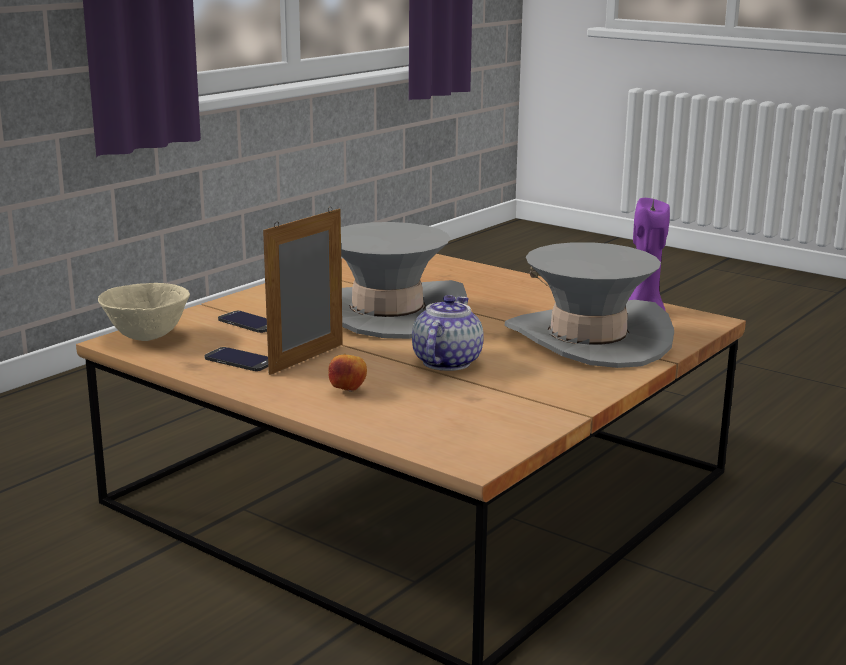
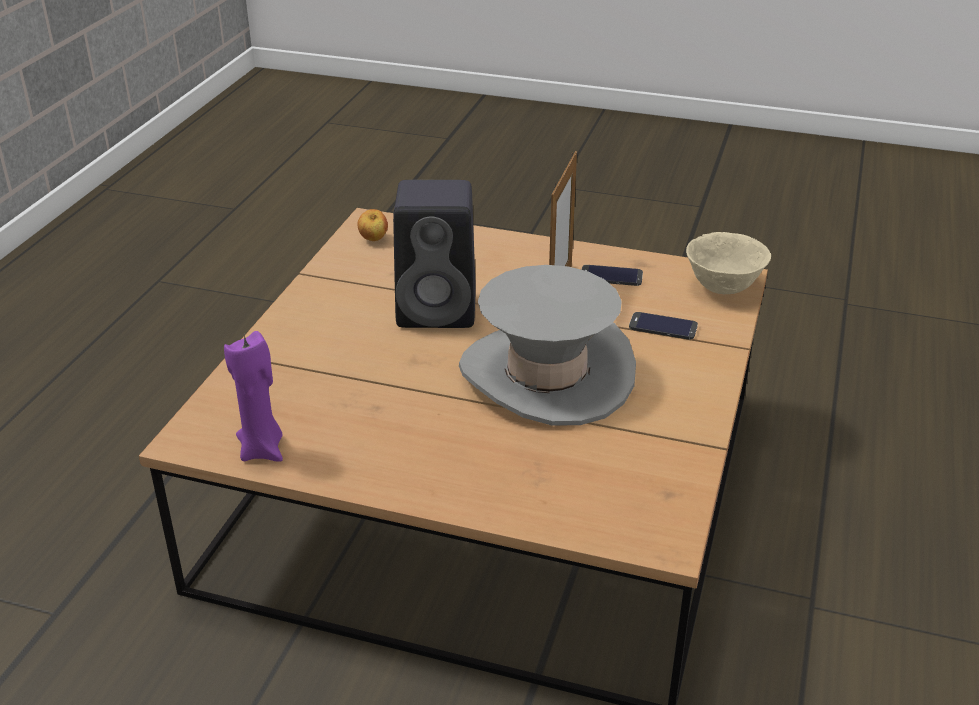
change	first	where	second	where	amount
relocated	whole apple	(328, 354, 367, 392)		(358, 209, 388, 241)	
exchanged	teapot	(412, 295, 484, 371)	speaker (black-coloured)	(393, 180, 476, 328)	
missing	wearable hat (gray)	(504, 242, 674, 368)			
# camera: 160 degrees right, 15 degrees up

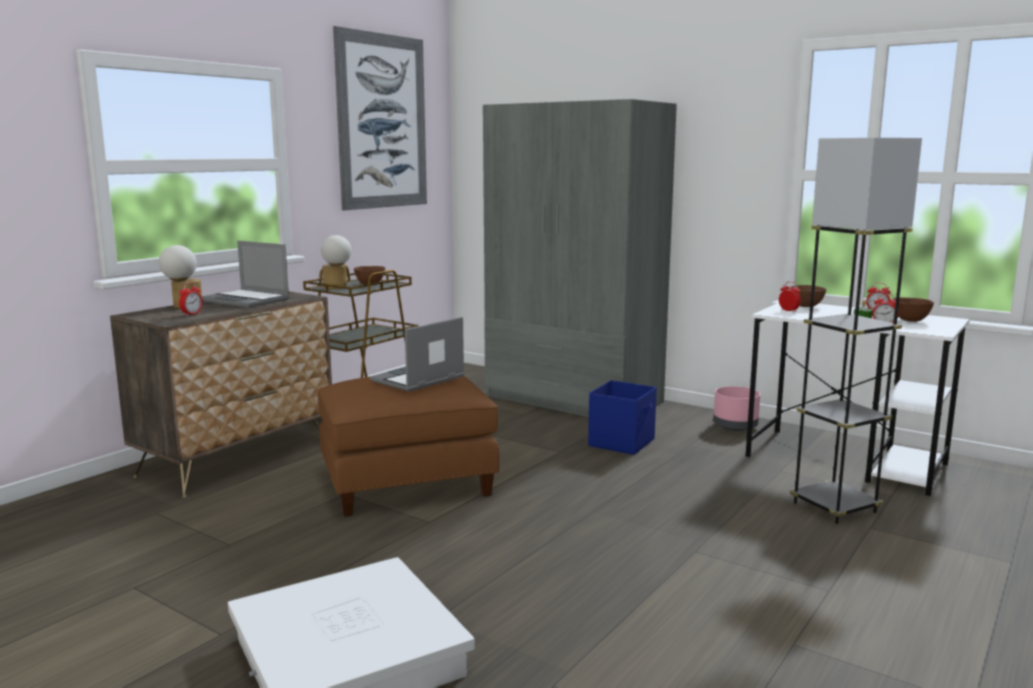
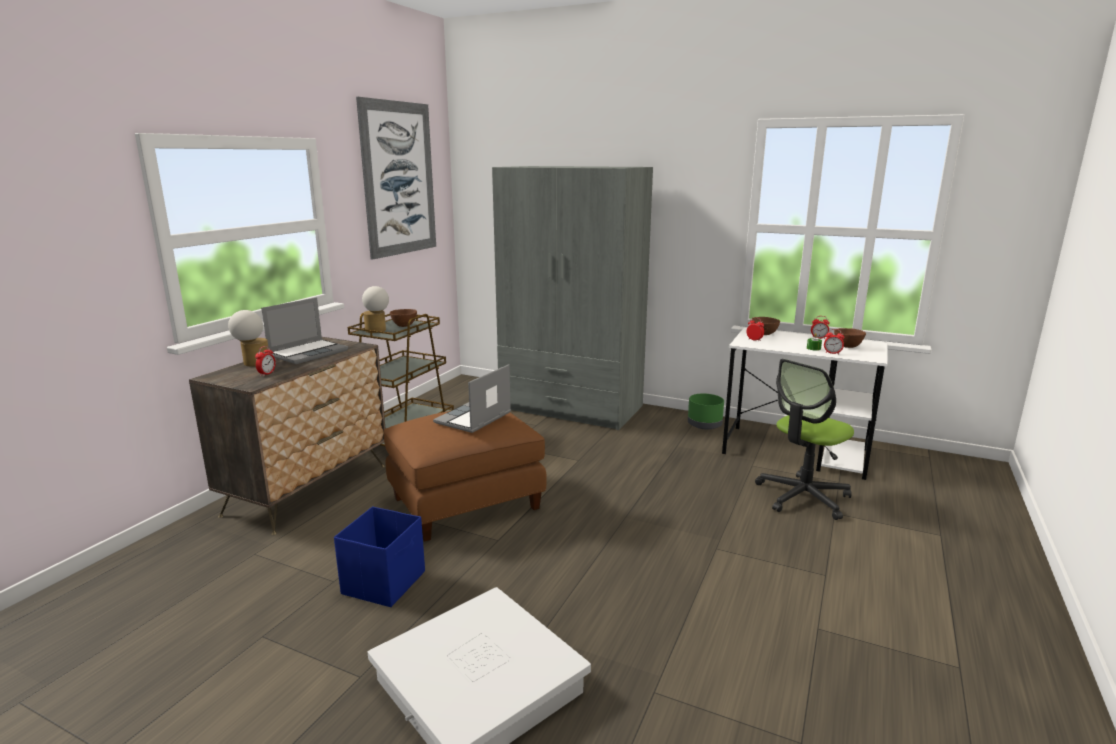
change	first	where	second	where	amount
spun	laptop	(202, 241, 290, 308)		(261, 297, 348, 364)	75 degrees counterclockwise
relocated	storage container (blue-coloured)	(588, 380, 657, 455)		(334, 507, 425, 607)	
colour	planter (pink-coloured)	(713, 386, 760, 431)	planter (green)	(688, 393, 724, 430)	
exchanged	floor lamp (gray)	(790, 138, 922, 524)	computer chair	(755, 359, 854, 520)	
# camera: 10 degrees left, 5 degrees up

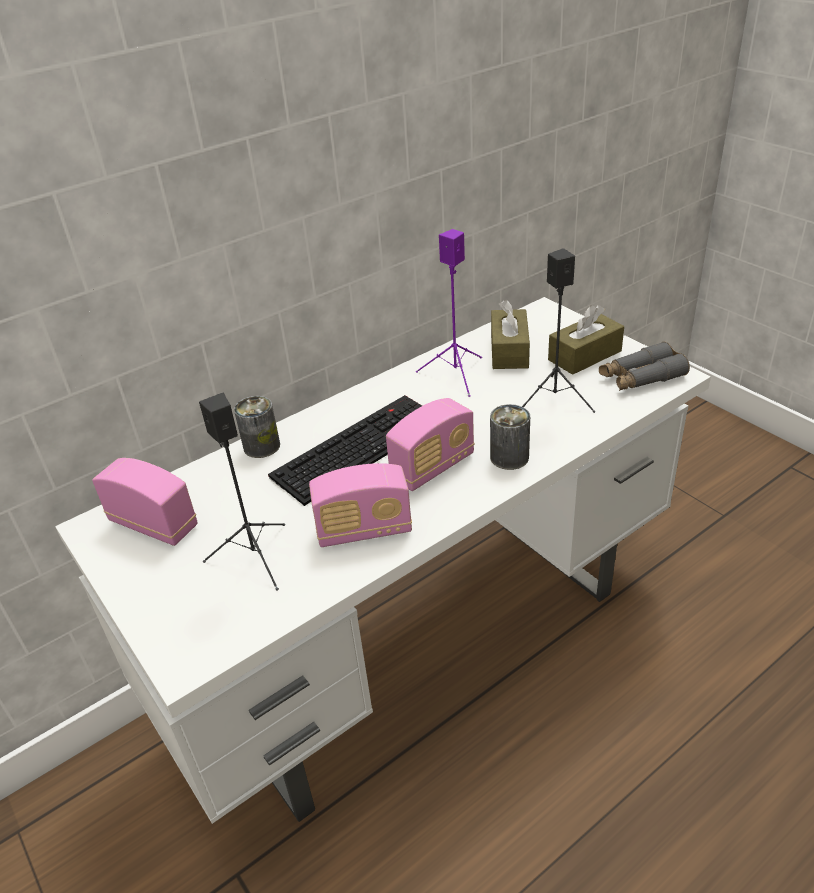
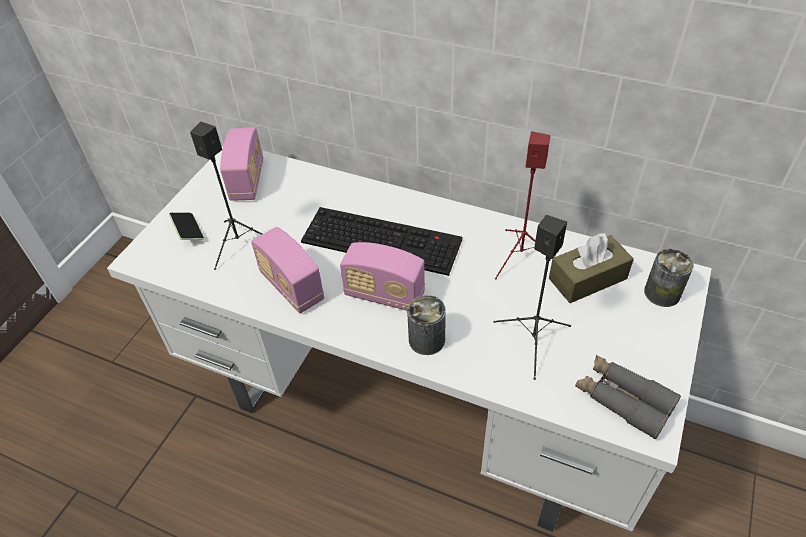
change	first	where	second	where	amount
appeared			phone	(169, 212, 204, 240)	
colour	speaker (purple-coloured)	(416, 229, 482, 397)	speaker (reddish)	(495, 131, 555, 280)	
relocated	can	(234, 396, 280, 458)		(644, 249, 694, 307)	
missing	tissue holder (brown)	(548, 305, 624, 375)			
# camera: 60 degrees right, 10 degrees up

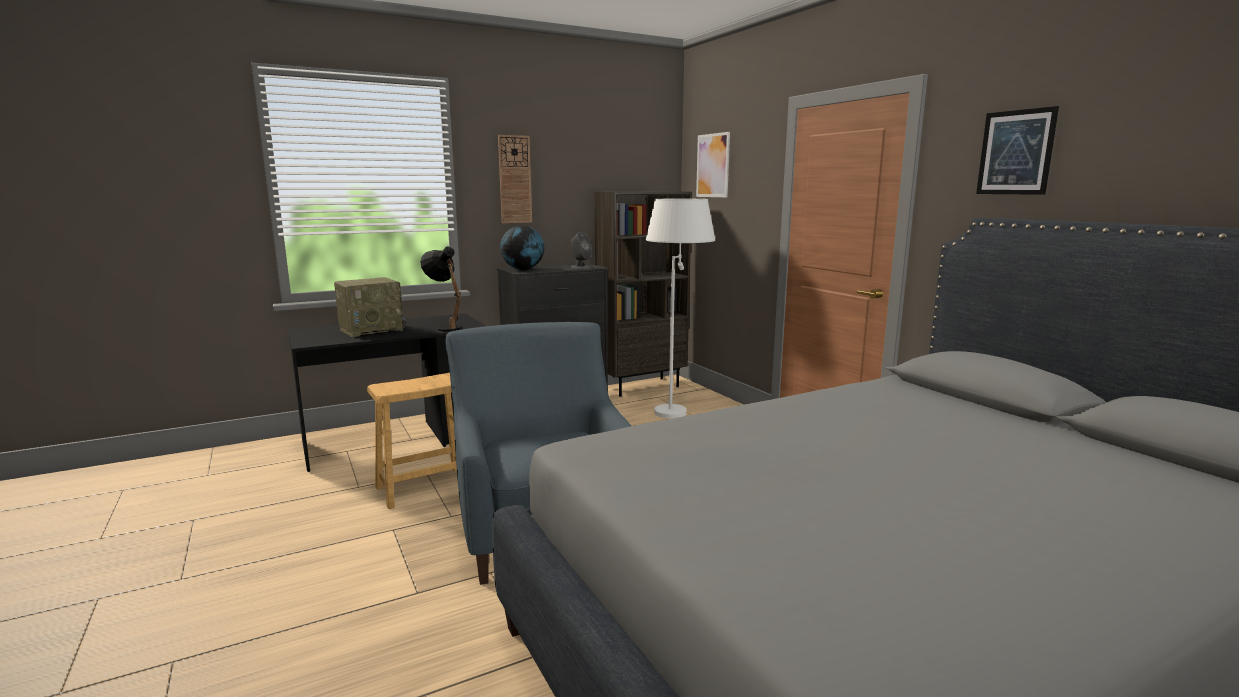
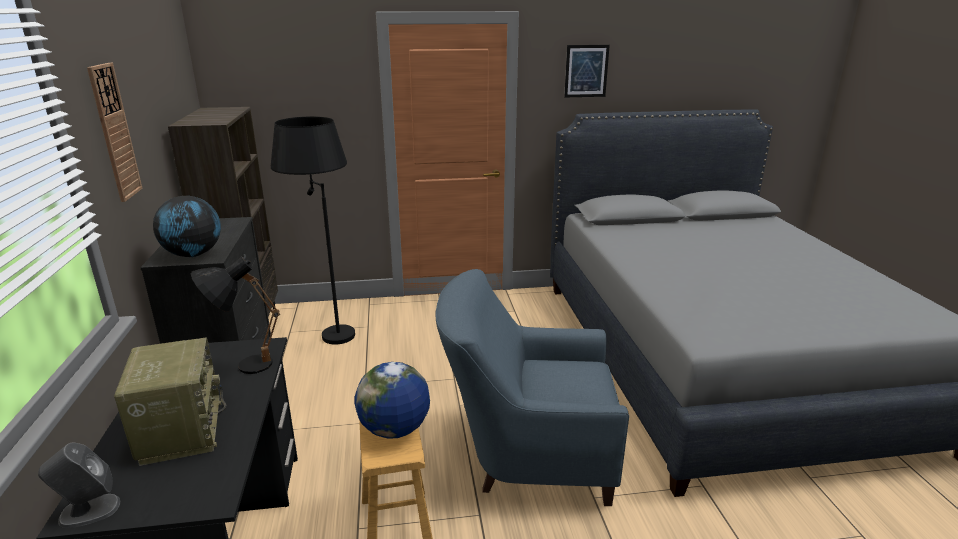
change	first	where	second	where	amount
relocated	speaker (gray)	(571, 232, 592, 269)		(38, 443, 120, 528)	
colour	floor lamp (white)	(646, 199, 715, 419)	floor lamp (black-coloured)	(271, 117, 355, 345)	
appeared			globe	(354, 362, 430, 439)	
missing	wall picture	(696, 132, 730, 197)			
# camera: 70 degrees left, 10 degrees up

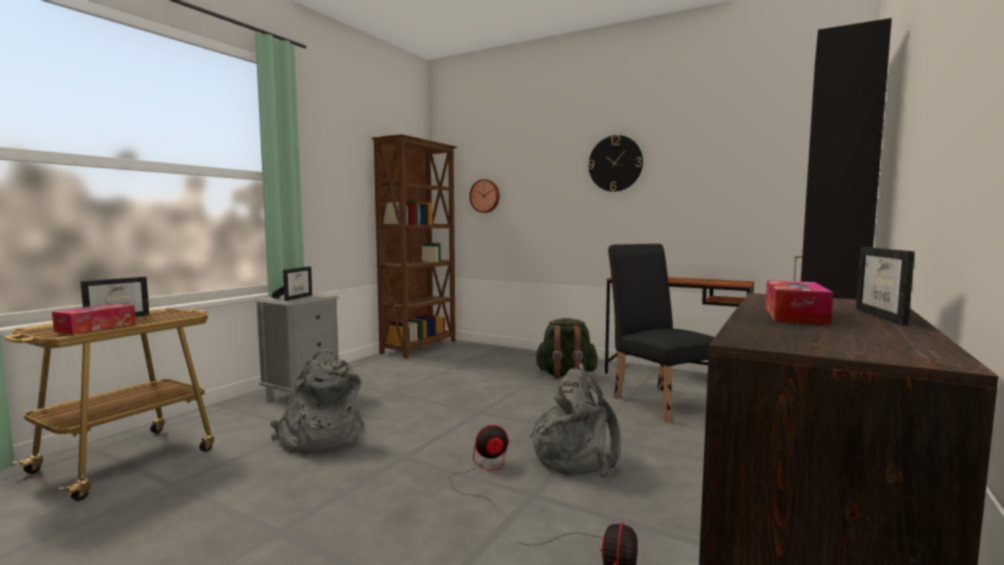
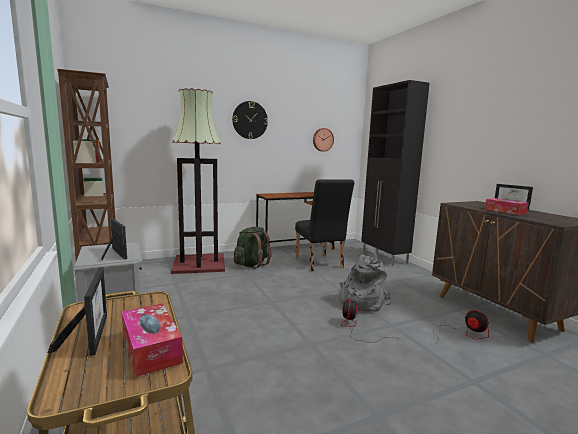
change	first	where	second	where	amount
appeared			floor lamp	(171, 88, 225, 274)	
spun	plain chair (black-coloured)	(608, 244, 715, 423)		(295, 180, 354, 271)	120 degrees counterclockwise
relocated	hanging clock	(469, 179, 500, 213)		(313, 128, 334, 152)	
missing	rucksack (gray)	(270, 349, 365, 454)			
# camera: 55 degrees left, 5 degrees up

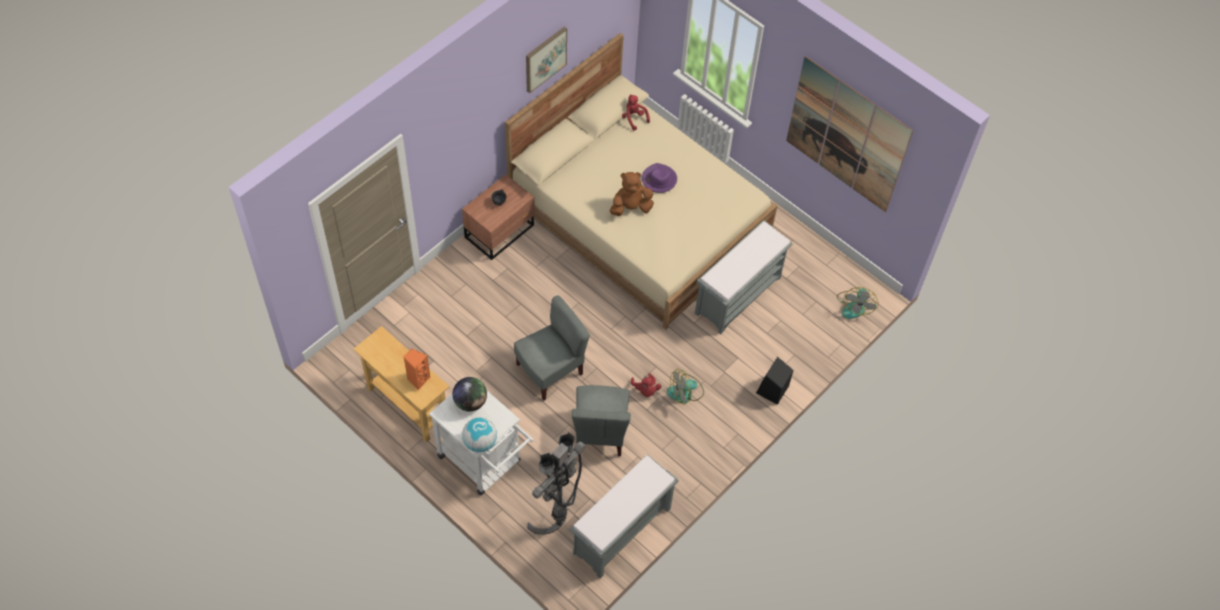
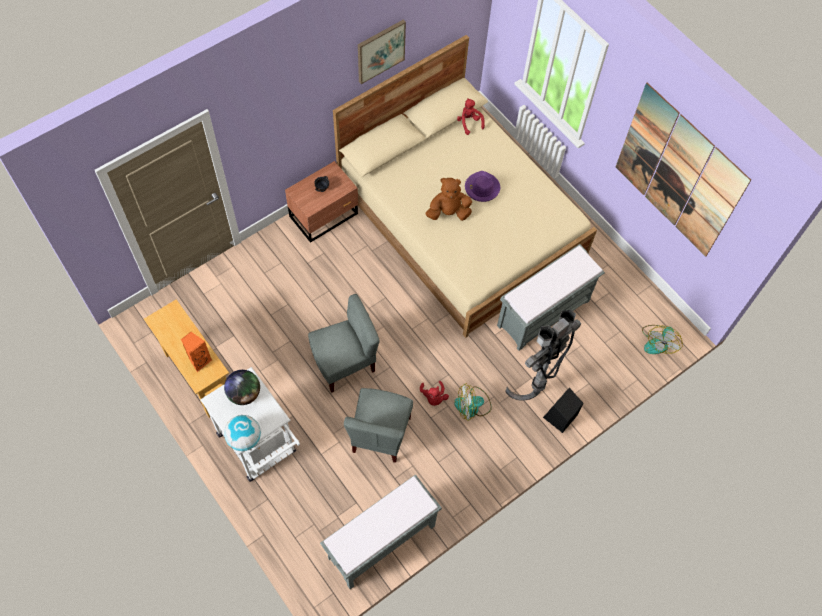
change	first	where	second	where	amount
relocated	floor lamp (gray)	(527, 432, 585, 535)		(505, 308, 581, 401)	
# camera: 10 degrees right, 5 degrees up

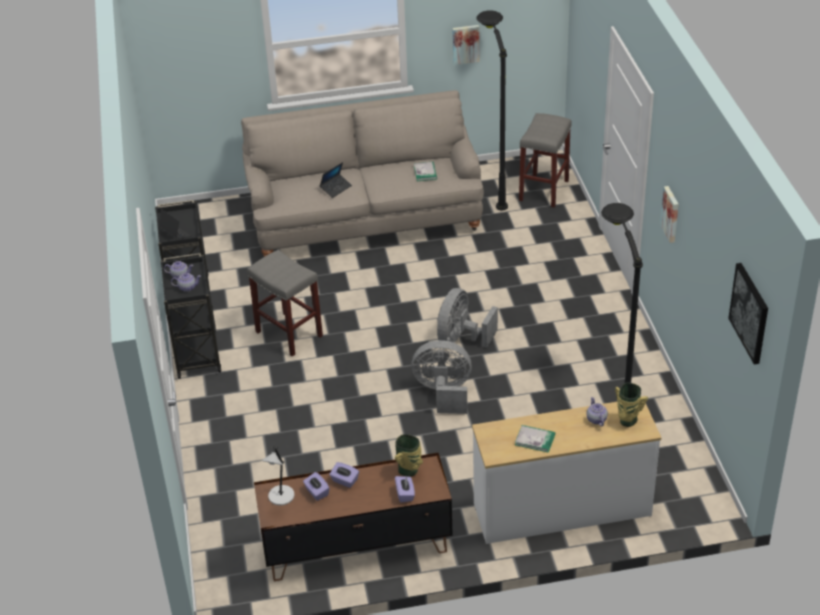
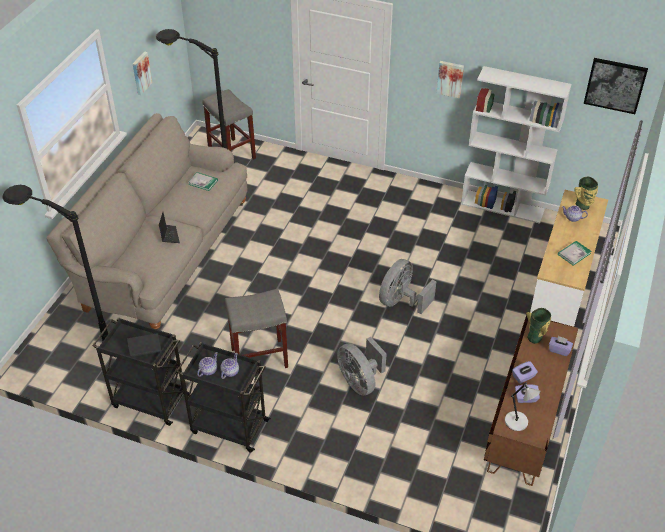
change	first	where	second	where	amount
relocated	floor lamp (black-coloured)	(601, 203, 643, 383)		(3, 185, 109, 341)	
relocated	cooling fan (gray)	(437, 288, 498, 348)		(337, 337, 387, 396)	
appeared			shelving unit (white)	(461, 66, 572, 224)	
# camera: 60 degrees left, 5 degrees up

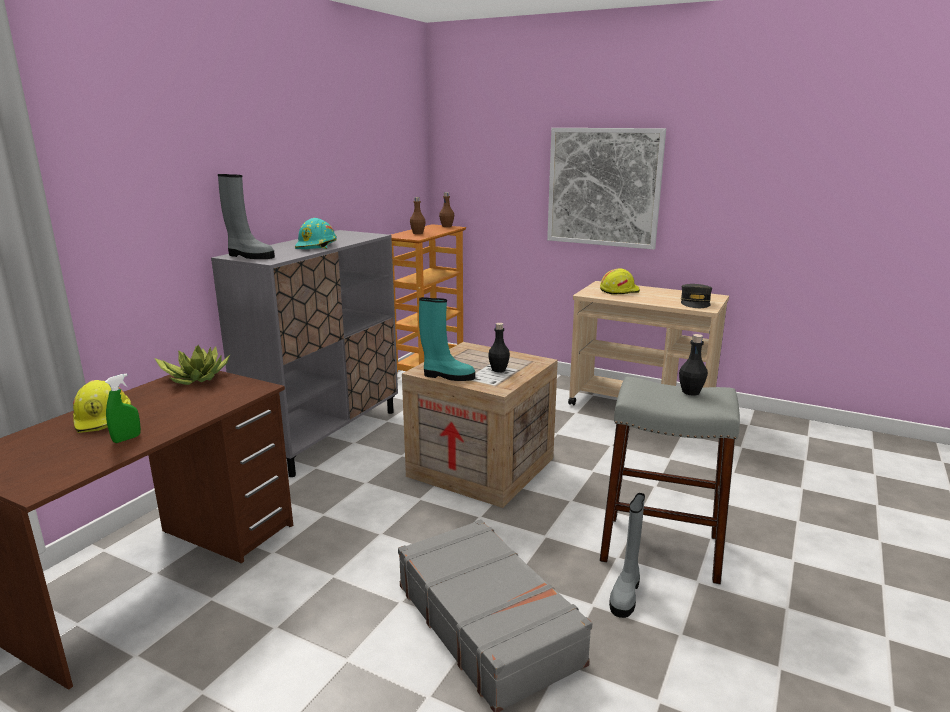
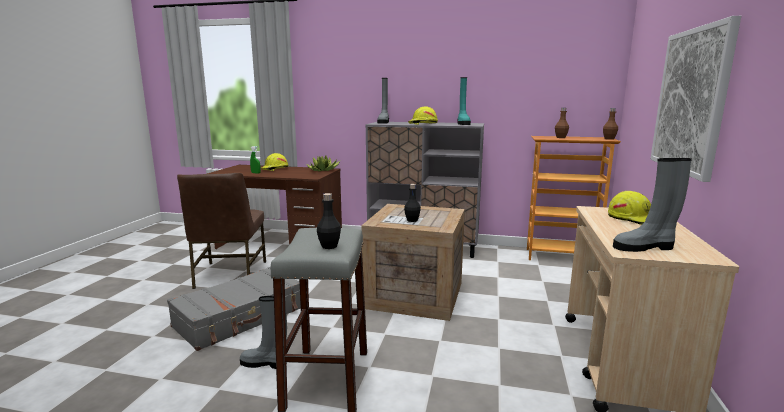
change	first	where	second	where	amount
appeared			plain chair (brown)	(177, 173, 266, 289)	
colour	work helmet (turquoise)	(295, 218, 337, 249)	work helmet (yellow-coloured)	(408, 107, 438, 125)	
relocated	tall boot (turquoise)	(419, 297, 475, 381)		(458, 77, 471, 125)	
exchanged	cap (gray)	(681, 284, 712, 308)	tall boot (gray)	(613, 158, 692, 252)	
# camera: 75 degrees right, 5 degrees down

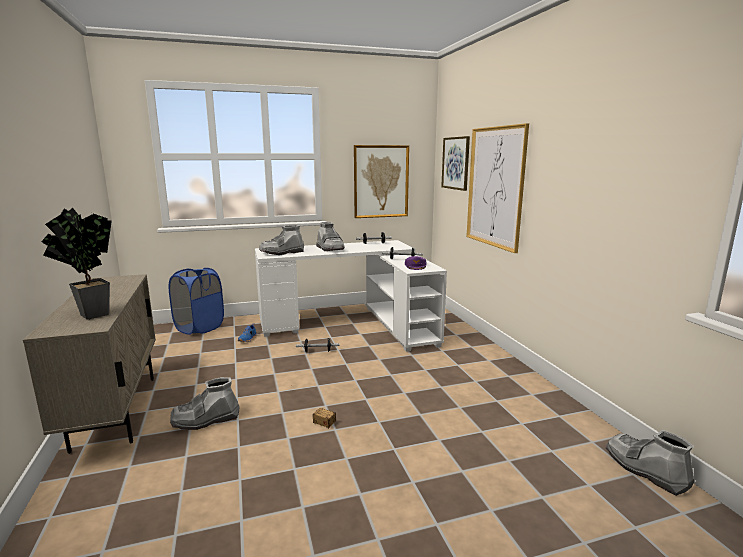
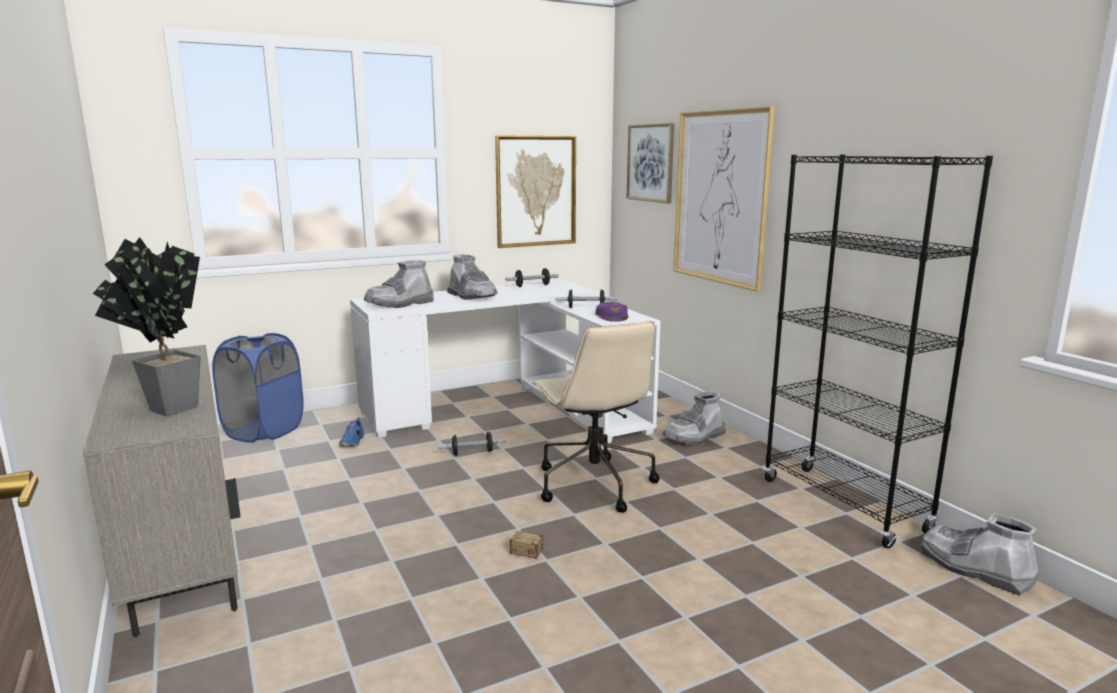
change	first	where	second	where	amount
appeared			computer chair (beige)	(532, 321, 660, 513)	
relocated	tall boot (gray)	(170, 377, 240, 430)		(662, 391, 726, 445)	
appeared			shelving unit (black-coloured)	(764, 155, 993, 548)	
# camera: 10 degrees left, 0 degrees up

